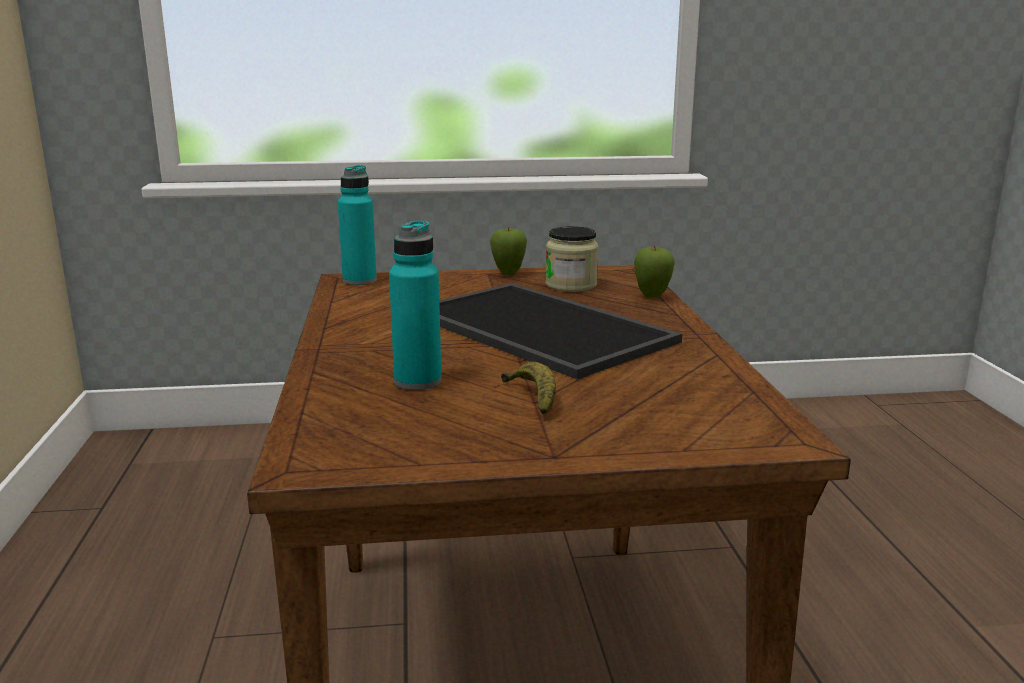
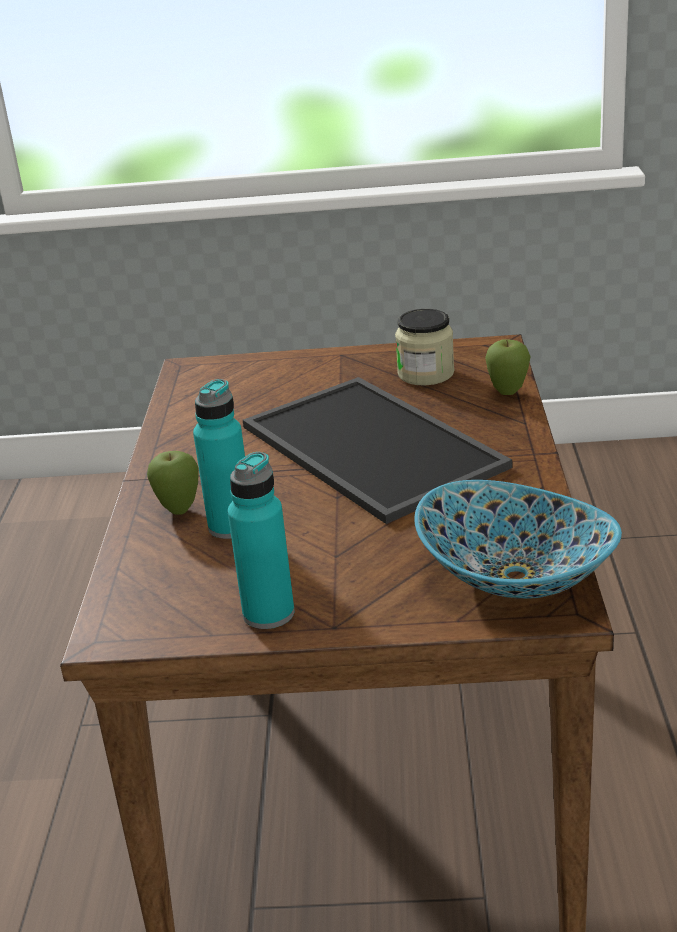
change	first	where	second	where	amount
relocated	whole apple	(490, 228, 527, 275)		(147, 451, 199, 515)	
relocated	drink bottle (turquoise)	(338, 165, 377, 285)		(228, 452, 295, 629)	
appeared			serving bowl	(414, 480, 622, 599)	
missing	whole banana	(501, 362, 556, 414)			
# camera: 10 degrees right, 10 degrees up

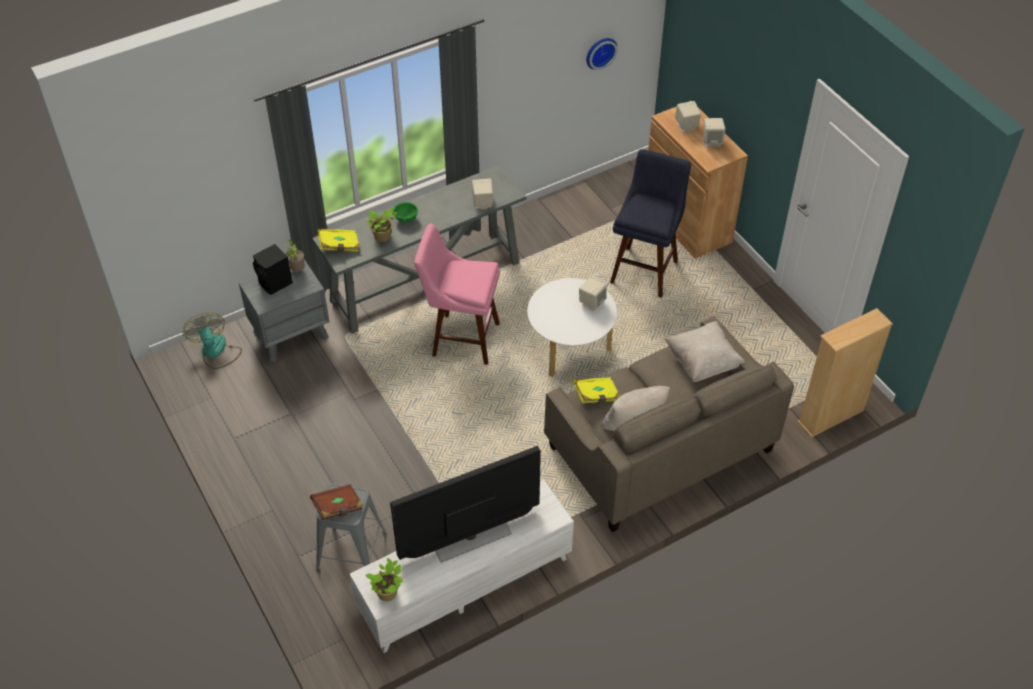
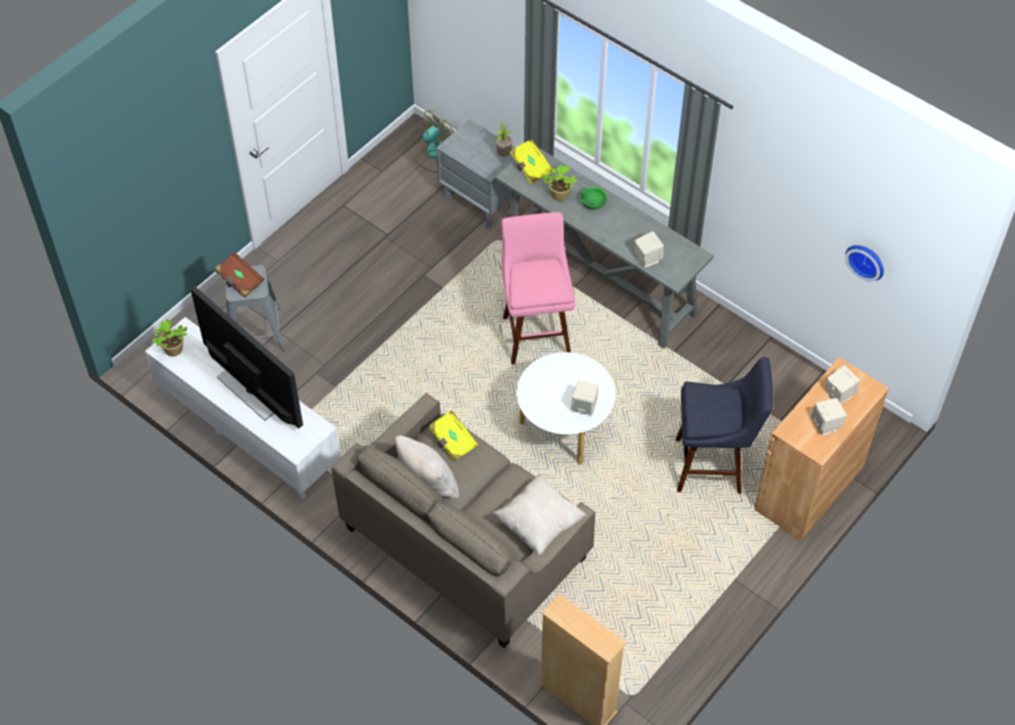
change	first	where	second	where	amount
missing	speaker (black-coloured)	(253, 244, 293, 295)			
# camera: 70 degrees right, 5 degrees up

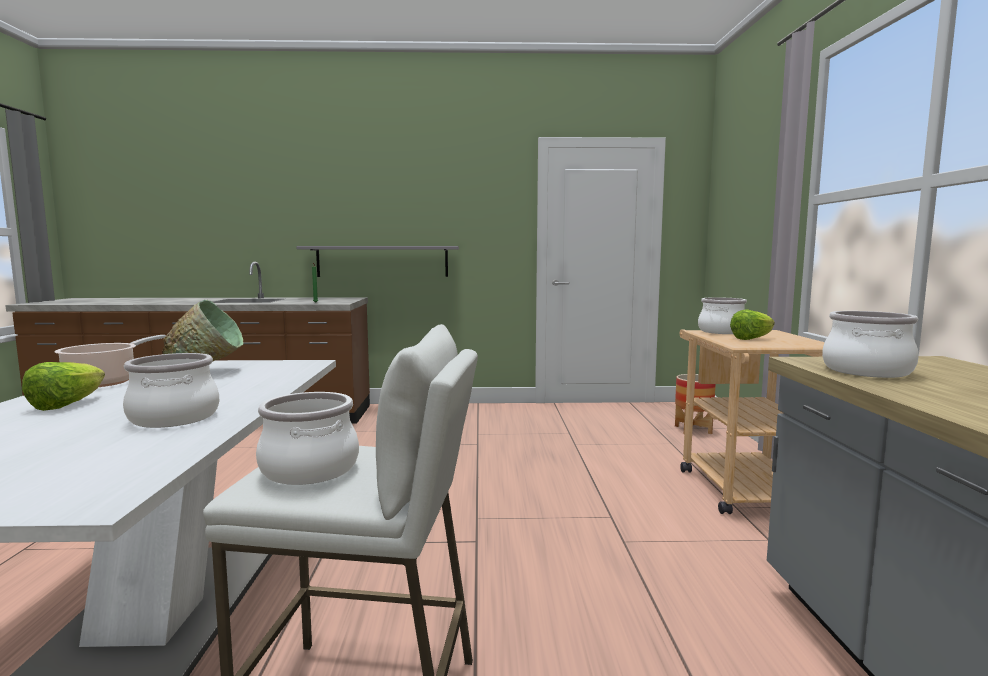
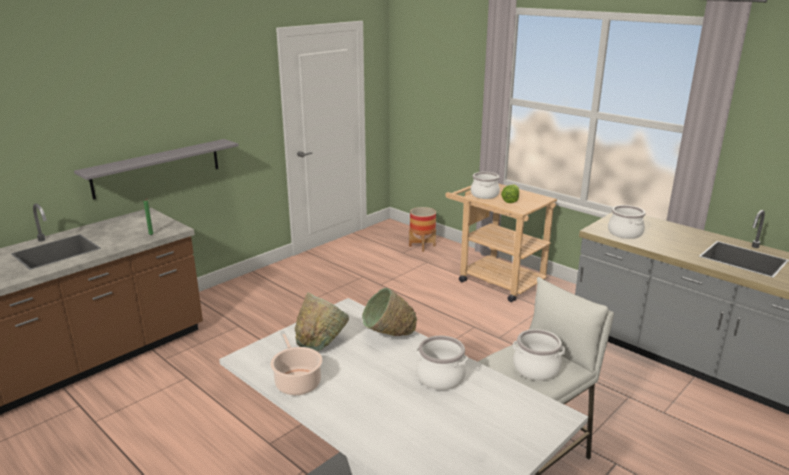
change	first	where	second	where	amount
appeared			serving bowl (green)	(362, 288, 417, 336)	
missing	lettuce head	(22, 362, 105, 411)			
# camera: 45 degrees left, 15 degrees up

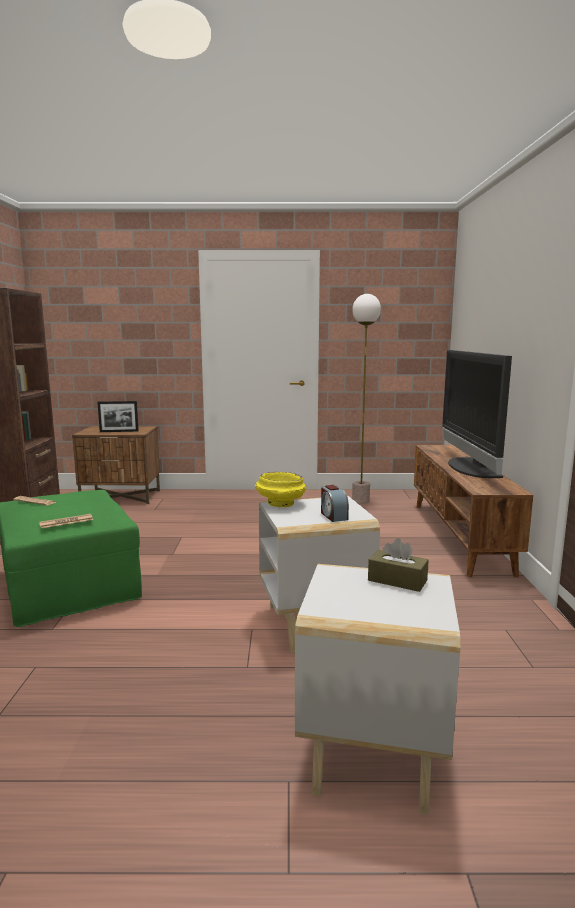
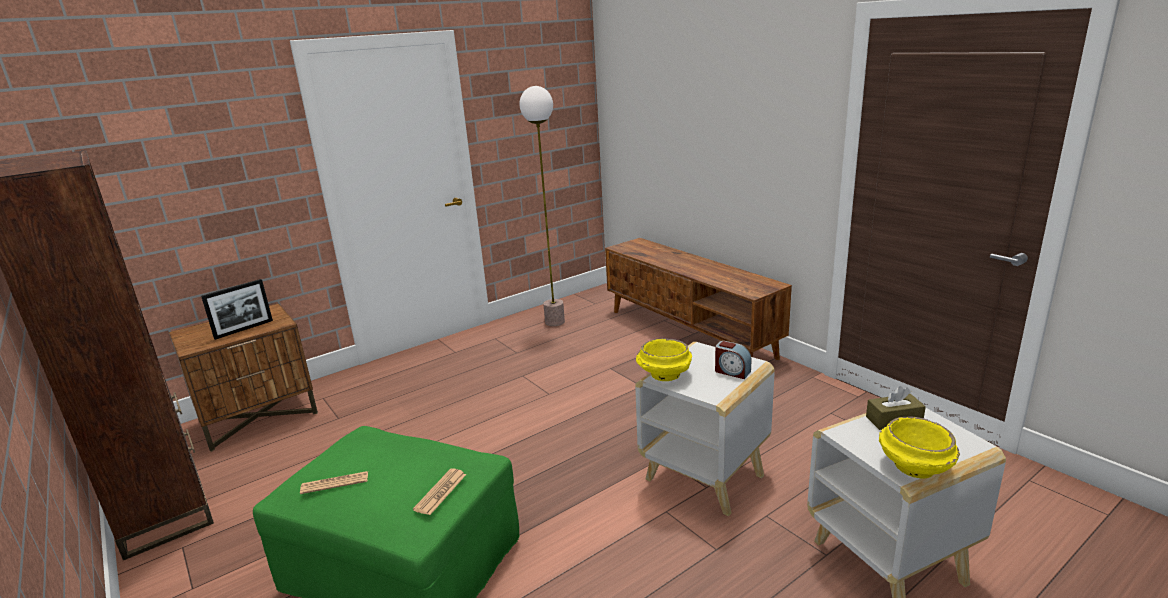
change	first	where	second	where	amount
appeared			serving bowl (yellow-coloured)	(879, 417, 960, 478)	
missing	TV	(442, 350, 512, 478)			
# camera: 35 degrees left, 10 degrees up

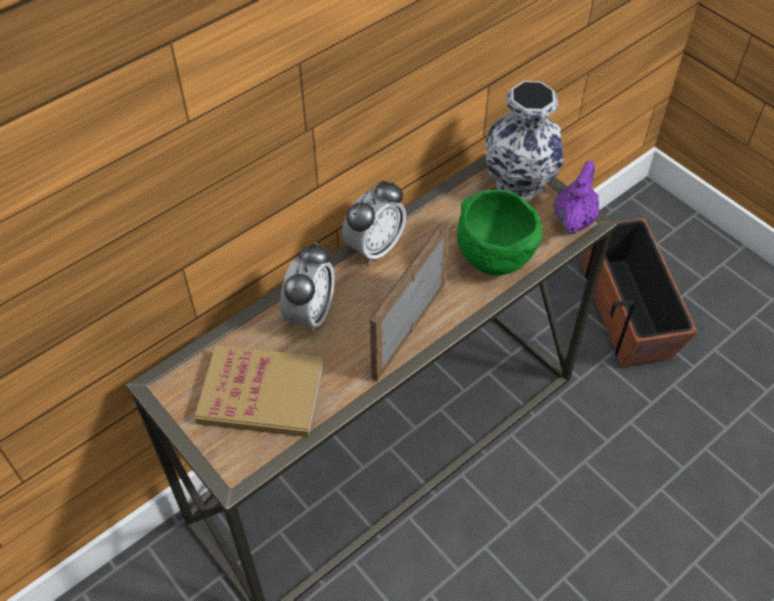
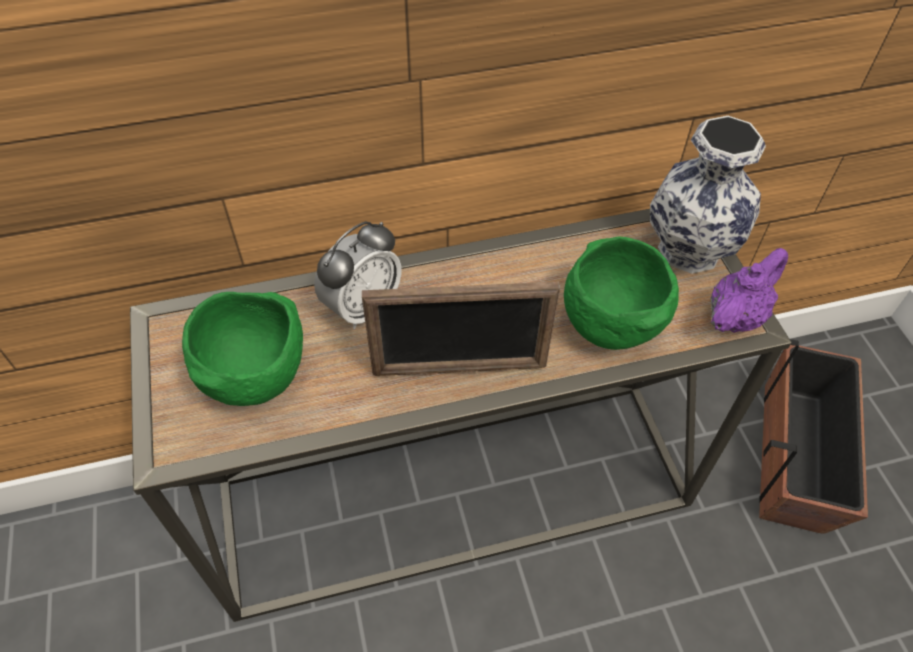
change	first	where	second	where	amount
exchanged	book	(195, 345, 324, 437)	serving bowl (green)	(182, 292, 303, 406)	
spun	picture frame	(370, 221, 449, 381)		(362, 282, 560, 376)	150 degrees counterclockwise
missing	bedside clock	(342, 181, 406, 264)			
# camera: 25 degrees right, 0 degrees up

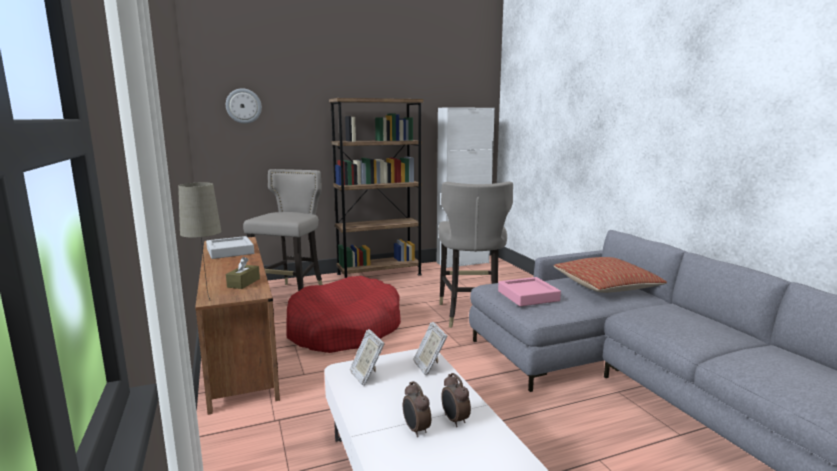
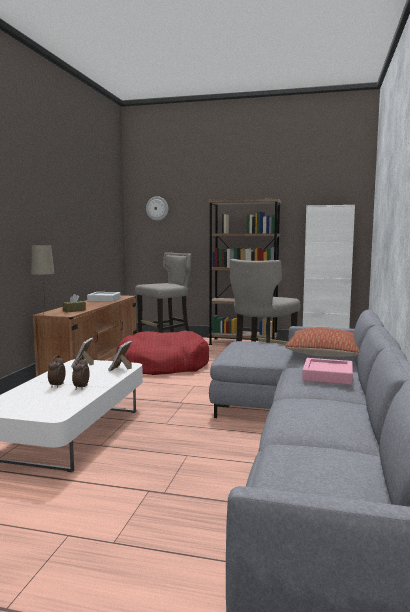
change	first	where	second	where	amount
relocated	carrying tray (pink-coloured)	(498, 277, 561, 306)		(302, 358, 353, 385)	
# camera: 35 degrees right, 5 degrees down

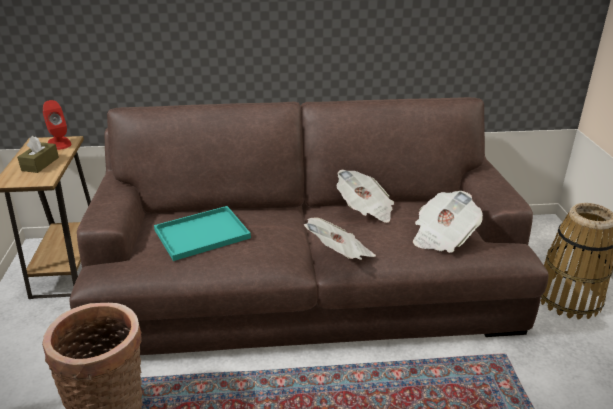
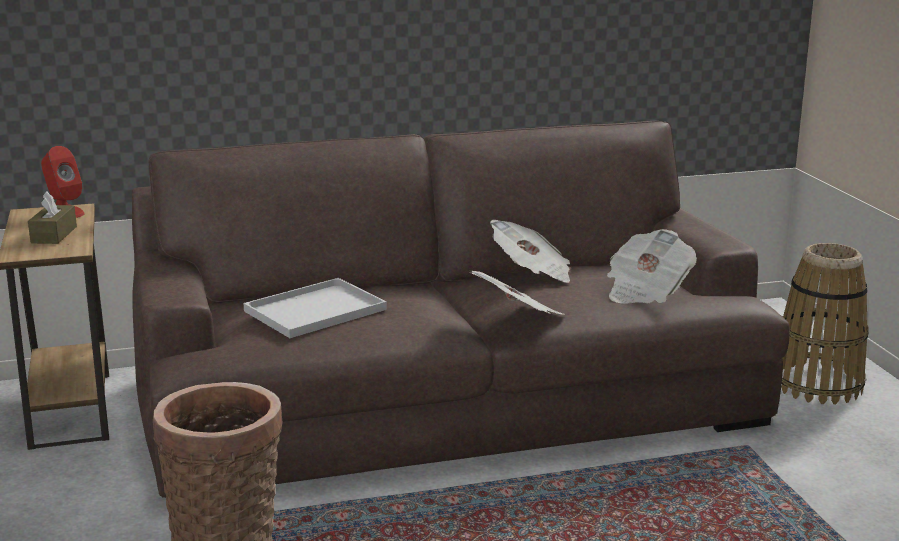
change	first	where	second	where	amount
colour	carrying tray (turquoise)	(154, 206, 251, 261)	carrying tray (white)	(243, 278, 387, 338)	
# camera: 10 degrees left, 10 degrees down

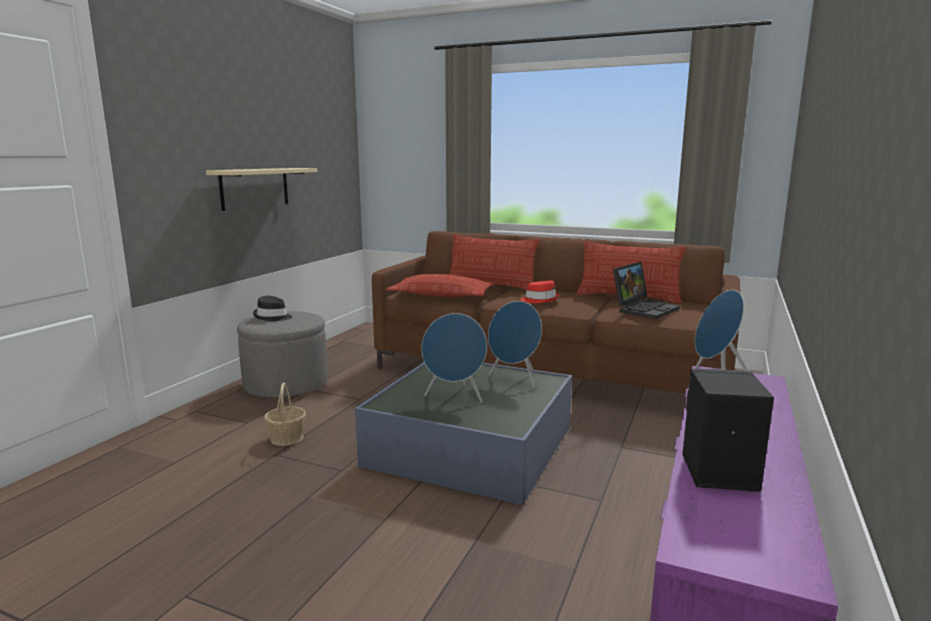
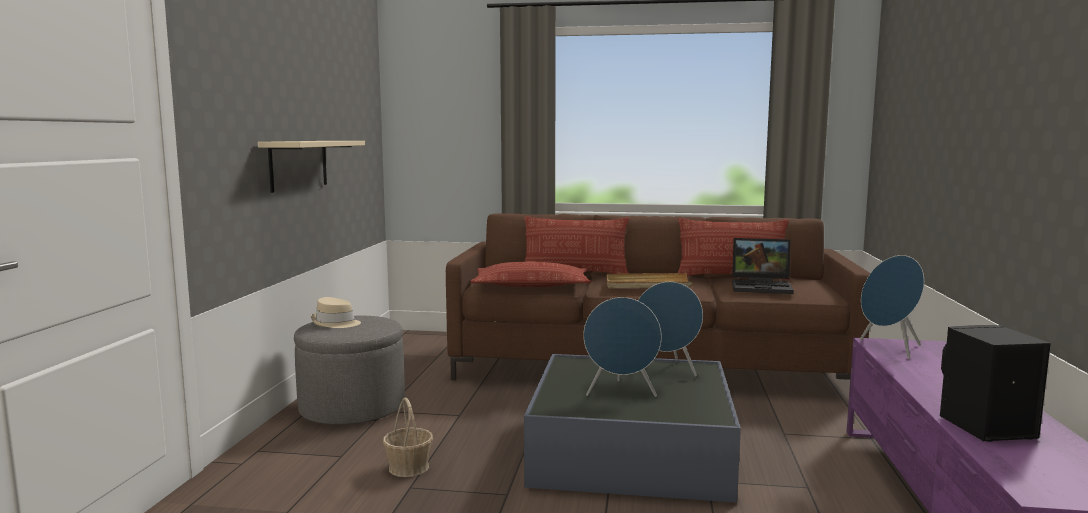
change	first	where	second	where	amount
colour	wearable hat (black-coloured)	(253, 296, 292, 321)	wearable hat (beige)	(311, 297, 361, 328)	
exchanged	wearable hat (reddish)	(520, 281, 559, 303)	carrying tray (beige)	(607, 273, 692, 288)	
spun	laptop	(613, 262, 680, 319)		(732, 238, 794, 294)	75 degrees clockwise
# camera: 15 degrees left, 5 degrees down

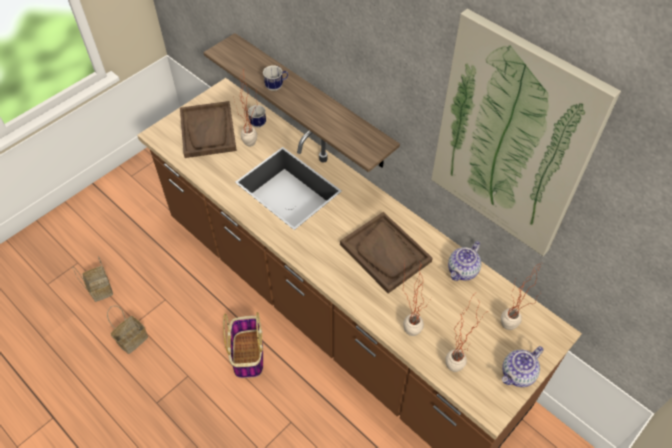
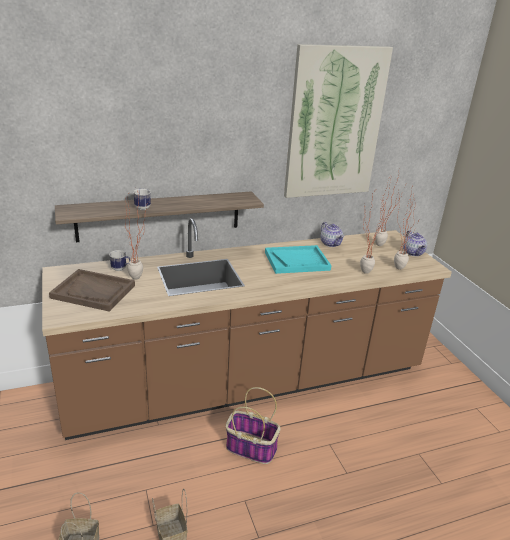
change	first	where	second	where	amount
colour	carrying tray (brown)	(340, 212, 433, 293)	carrying tray (turquoise)	(265, 245, 331, 274)	
# camera: 65 degrees left, 25 degrees down

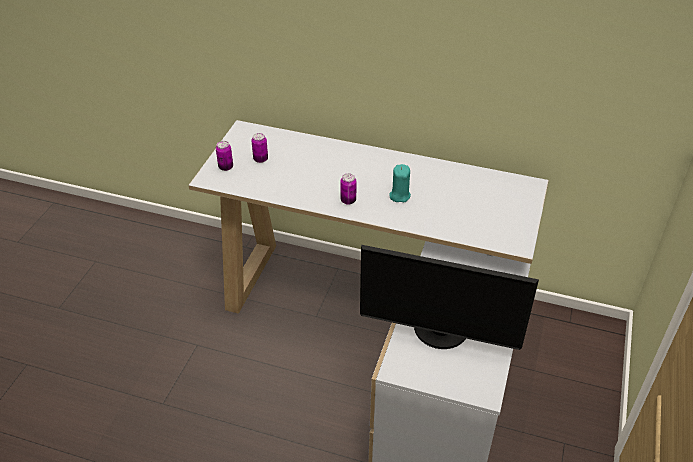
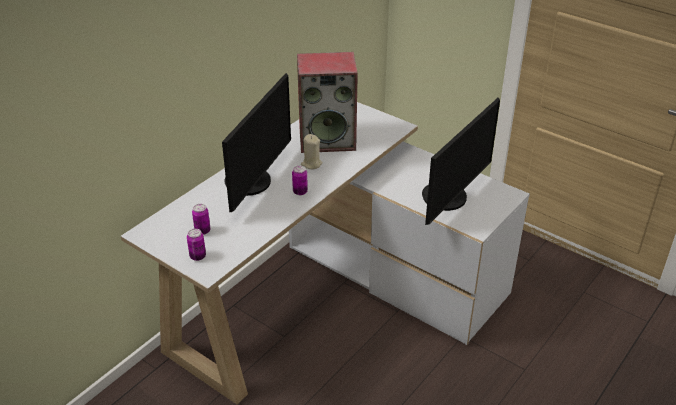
change	first	where	second	where	amount
appeared			computer display	(222, 73, 291, 213)	
appeared			speaker	(297, 52, 358, 153)	
colour	wax candle (turquoise)	(389, 164, 411, 202)	wax candle (beige)	(301, 134, 322, 169)	
# camera: 70 degrees left, 5 degrees down

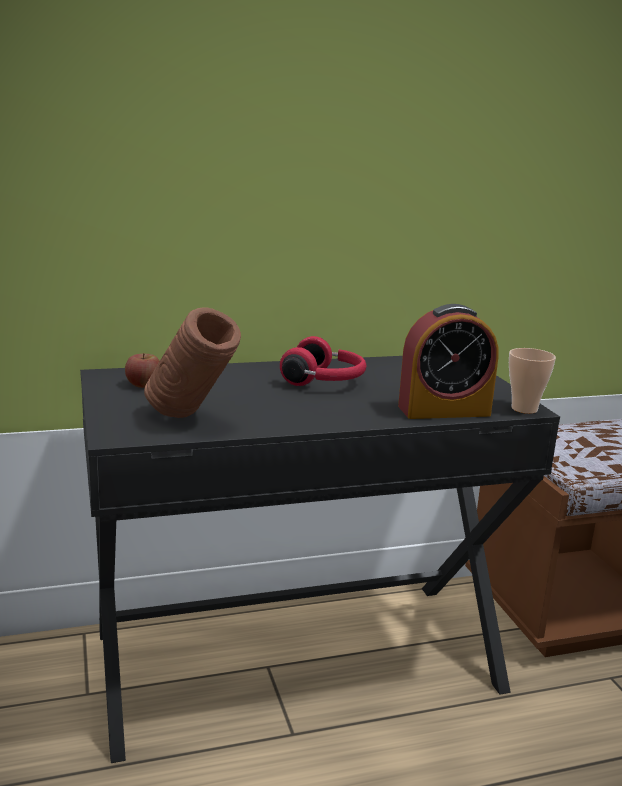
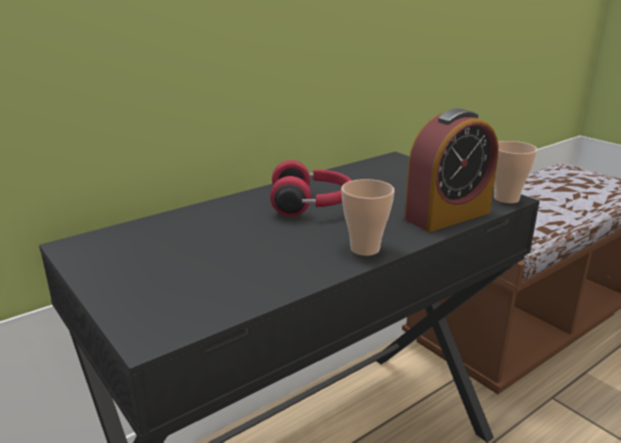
change	first	where	second	where	amount
appeared			small cup	(341, 179, 395, 256)	
missing	whole apple	(125, 353, 159, 388)			
missing	flower vase (brown)	(144, 307, 241, 418)			
# camera: 20 degrees left, 5 degrees up

